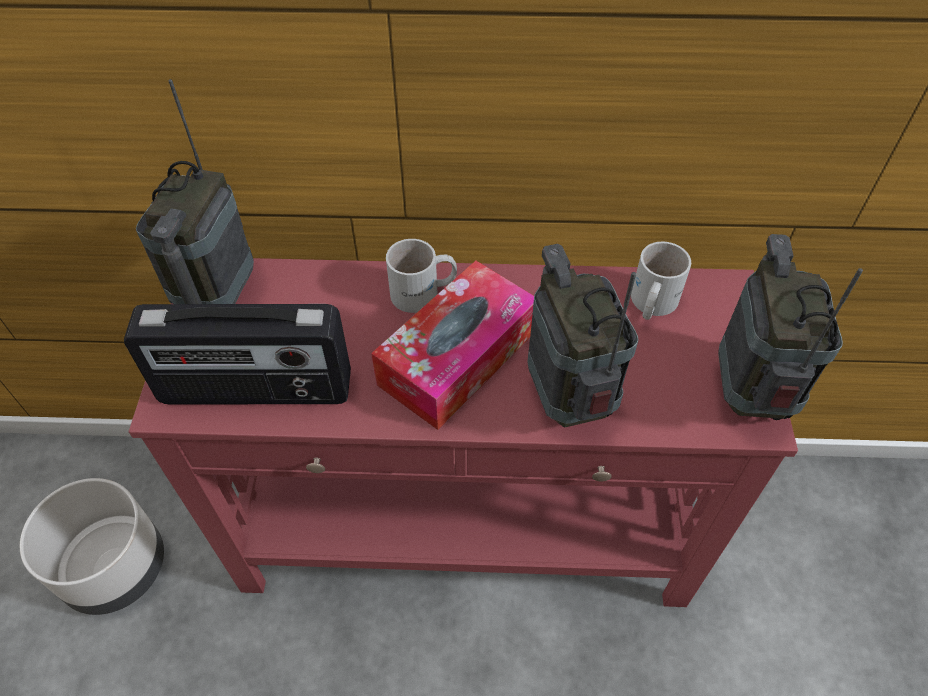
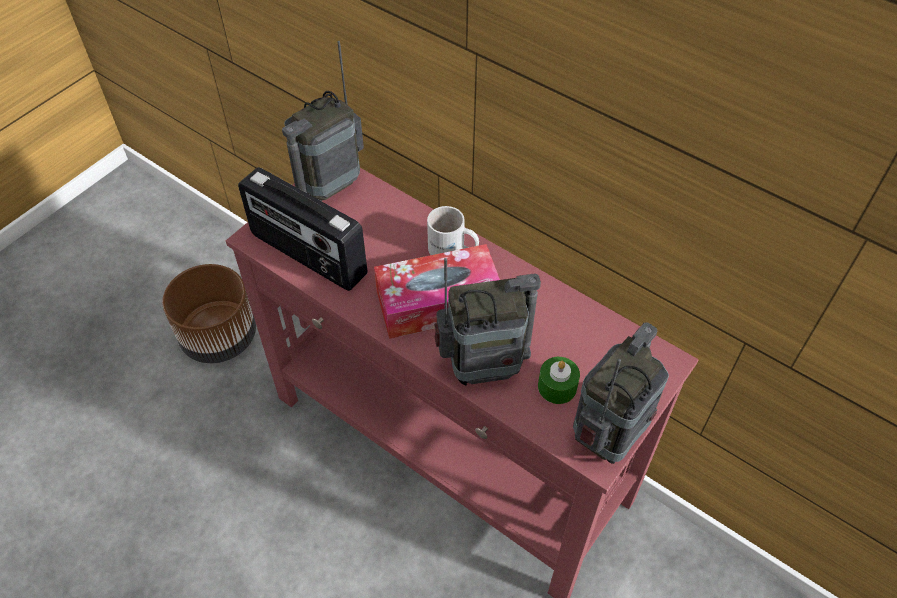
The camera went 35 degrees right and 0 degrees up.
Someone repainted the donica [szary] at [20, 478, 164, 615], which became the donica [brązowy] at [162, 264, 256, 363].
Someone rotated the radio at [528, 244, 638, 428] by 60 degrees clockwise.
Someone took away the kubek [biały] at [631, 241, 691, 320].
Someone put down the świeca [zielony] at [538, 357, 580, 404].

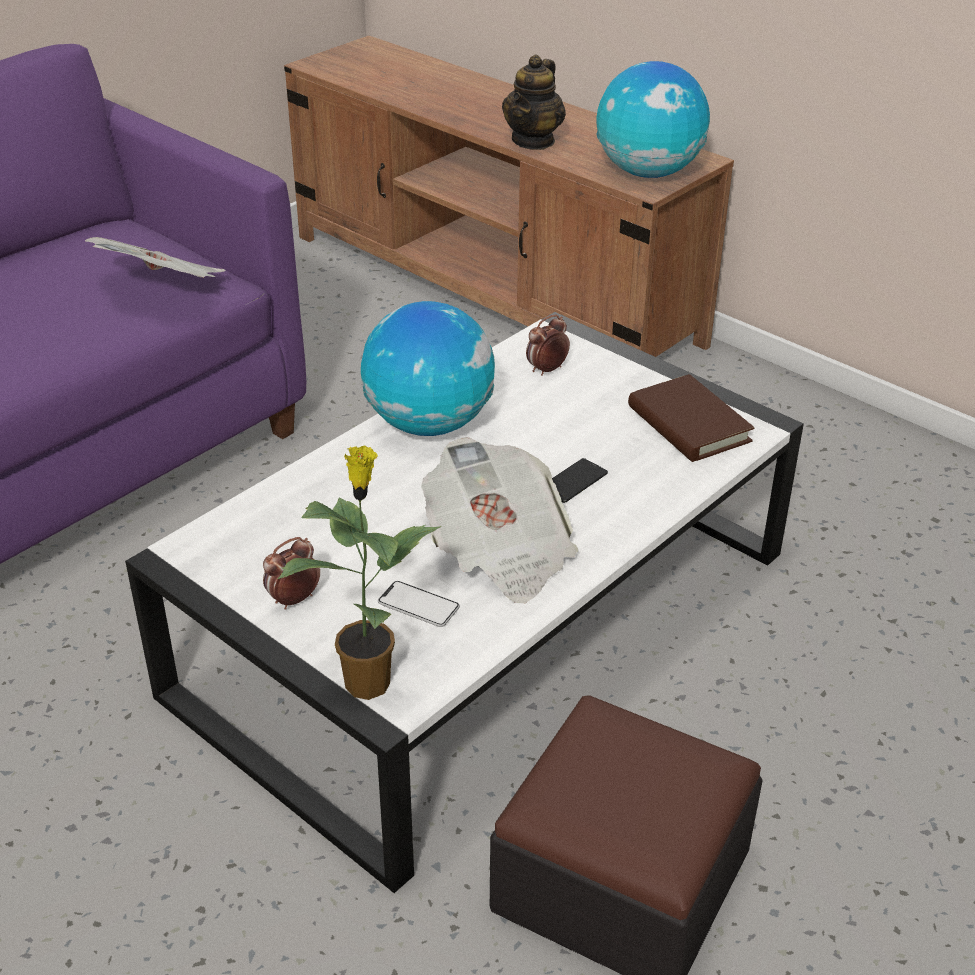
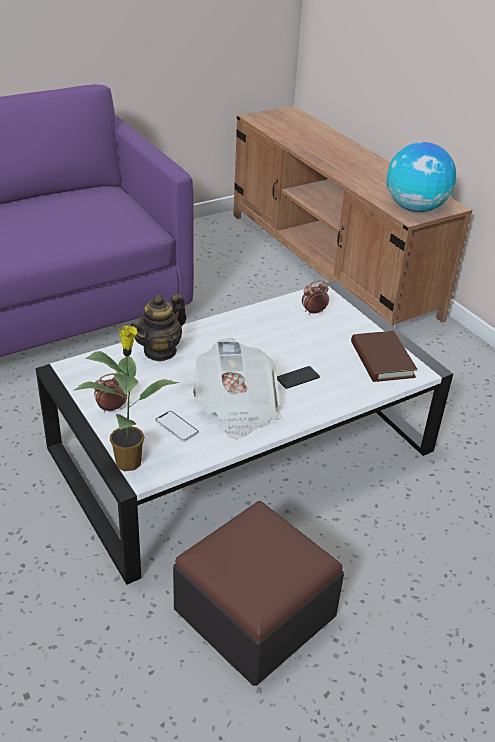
The camera went 15 degrees right and 0 degrees up.
Someone took away the gazeta at [85, 237, 226, 278].
Someone took away the globus at [361, 301, 495, 436].
Someone carried the imbryk from [502, 54, 566, 150] to [131, 294, 186, 362].

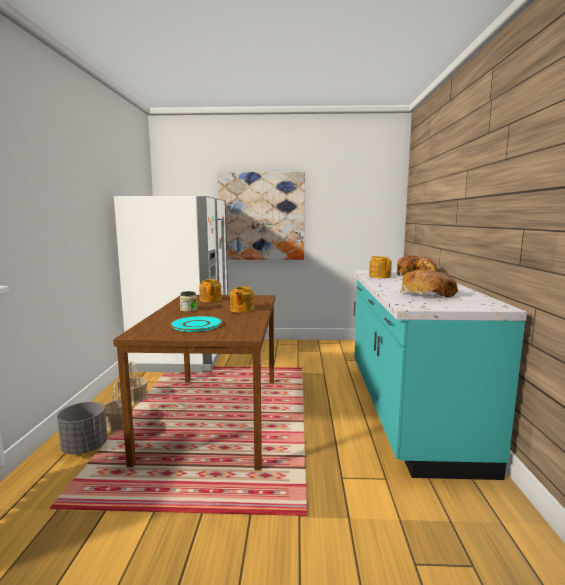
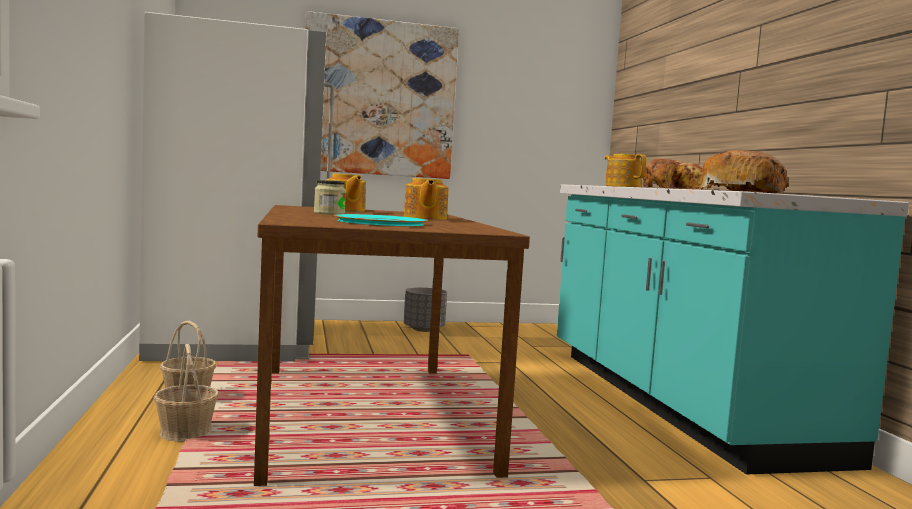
The camera went 15 degrees left and 5 degrees down.
Someone carried the donica [szary] from [57, 402, 108, 455] to [404, 287, 447, 332].

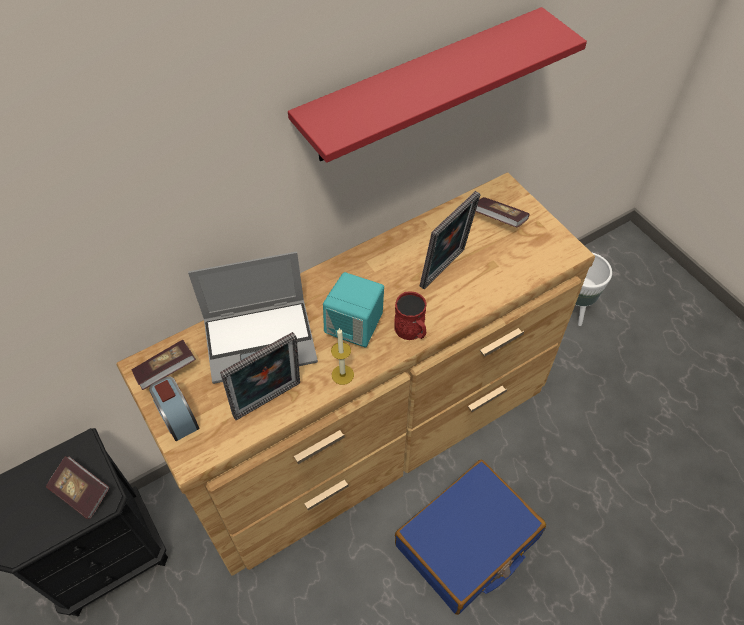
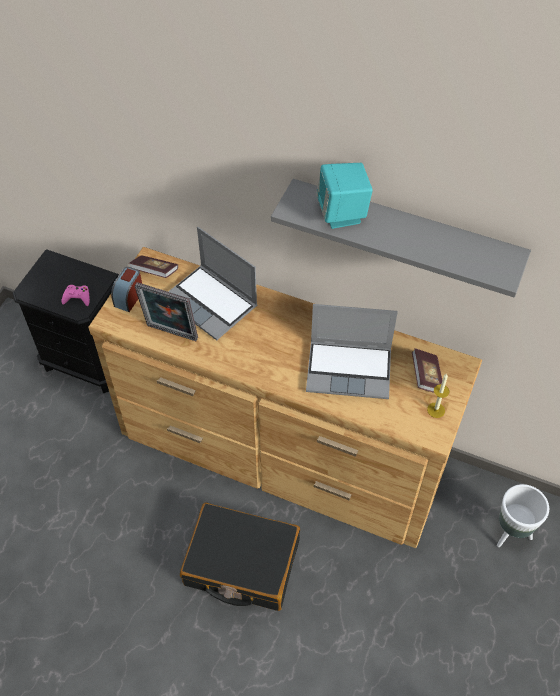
The camera went 55 degrees right and 0 degrees up.
Someone swapped the książka at [46, 456, 110, 519] for the pad do gier [różowy] at [62, 285, 90, 306].
Someone repainted the półka [czerwony] at [288, 7, 587, 163], which became the półka [szary] at [271, 179, 531, 298].
Someone carried the głośnik [turkusowy] from [323, 272, 384, 348] to [316, 163, 373, 229].
Someone carried the świeca from [331, 328, 354, 385] to [427, 373, 449, 418].
Someone took away the kubek [czerwony] at [394, 291, 427, 340].
Someone repainted the walizka [niebieski] at [395, 460, 546, 615], which became the walizka [czarny] at [180, 502, 300, 611].
Someone swapped the ramka na zdjęcie at [420, 191, 481, 289] for the laptop at [306, 304, 398, 399].

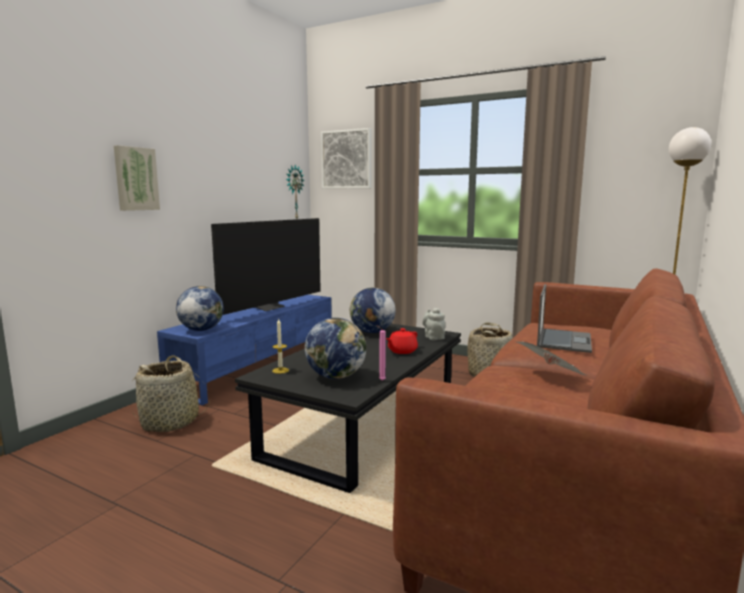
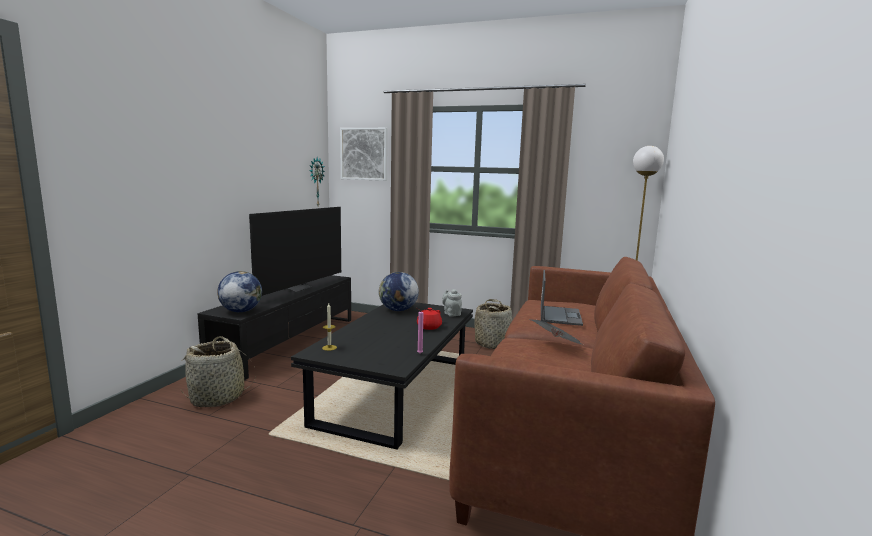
The camera went 10 degrees left and 0 degrees up.
Someone took away the obraz at [114, 145, 160, 211].
Someone repainted the szafka pod telewizor [niebieski] at [157, 295, 332, 405], which became the szafka pod telewizor [czarny] at [197, 275, 351, 380].
Someone took away the globus at [305, 318, 366, 379].

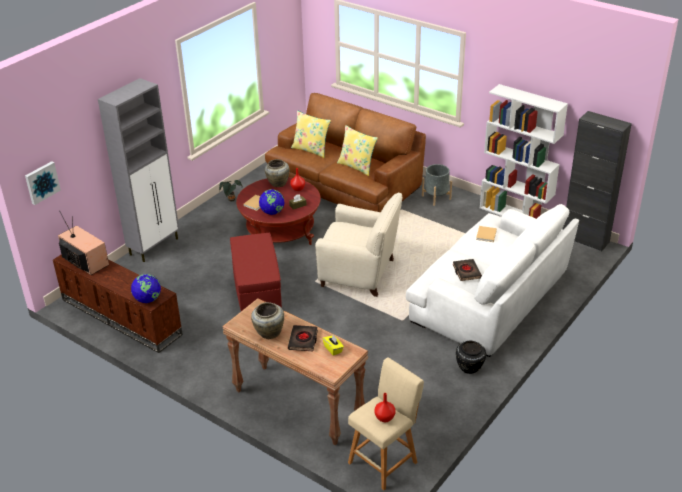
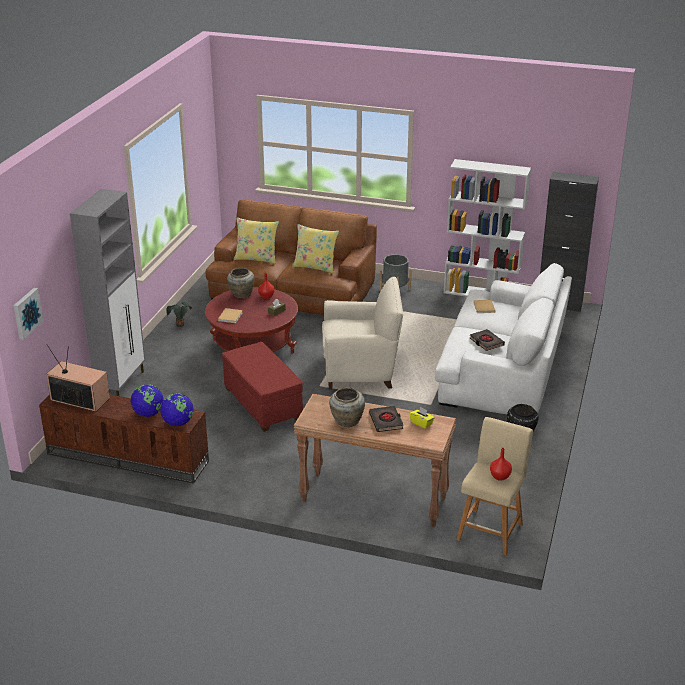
The camera went 20 degrees left and 5 degrees down.
Someone carried the globus from [259, 189, 284, 215] to [131, 384, 164, 417].

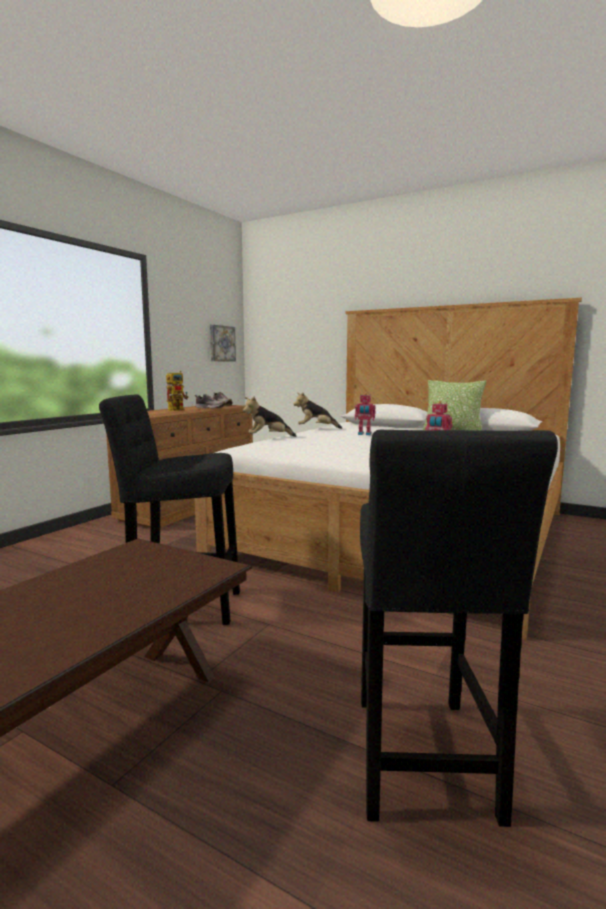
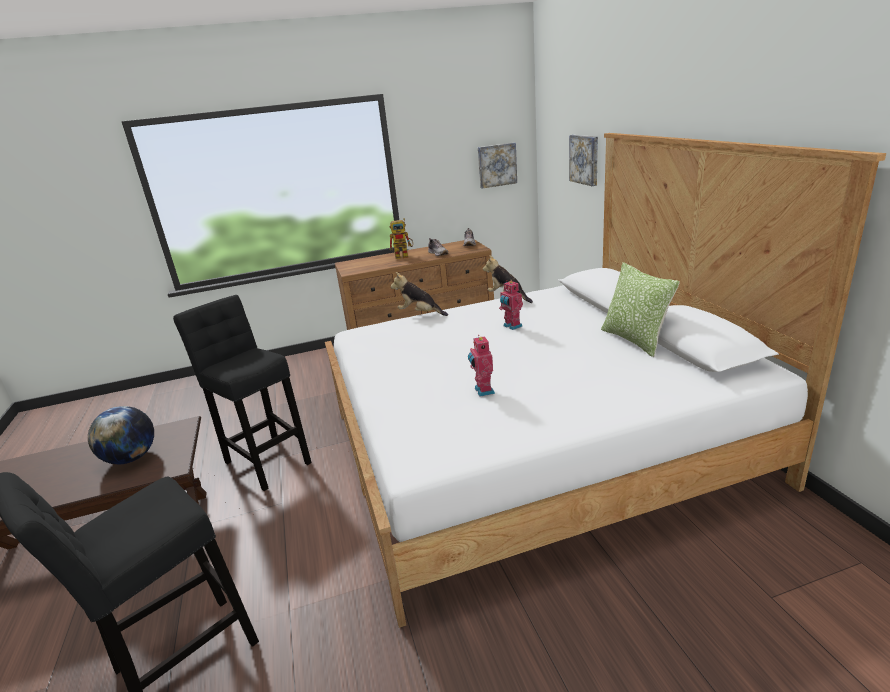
The camera went 45 degrees right and 15 degrees up.
Someone put down the globus at [88, 406, 154, 464].
Someone put up the obraz at [569, 135, 598, 186].

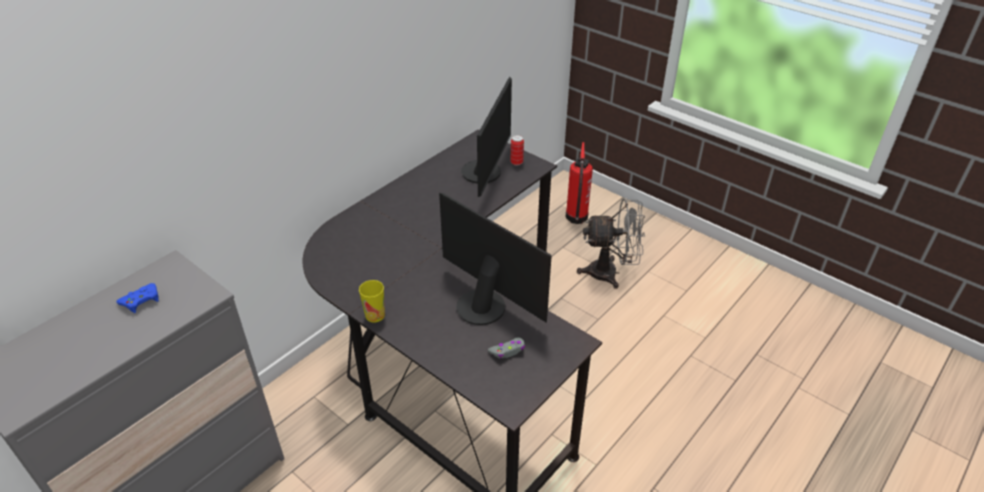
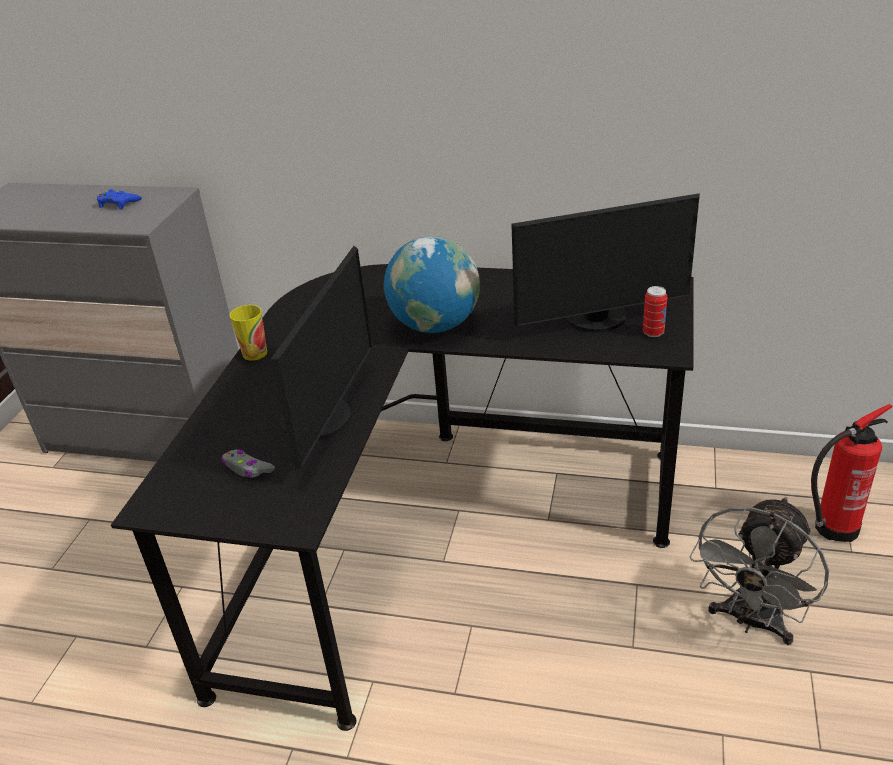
The camera went 65 degrees right and 5 degrees down.
Someone rotated the wentylator [szary] at [577, 198, 645, 289] by 60 degrees clockwise.
Someone put down the globus at [384, 236, 480, 333].

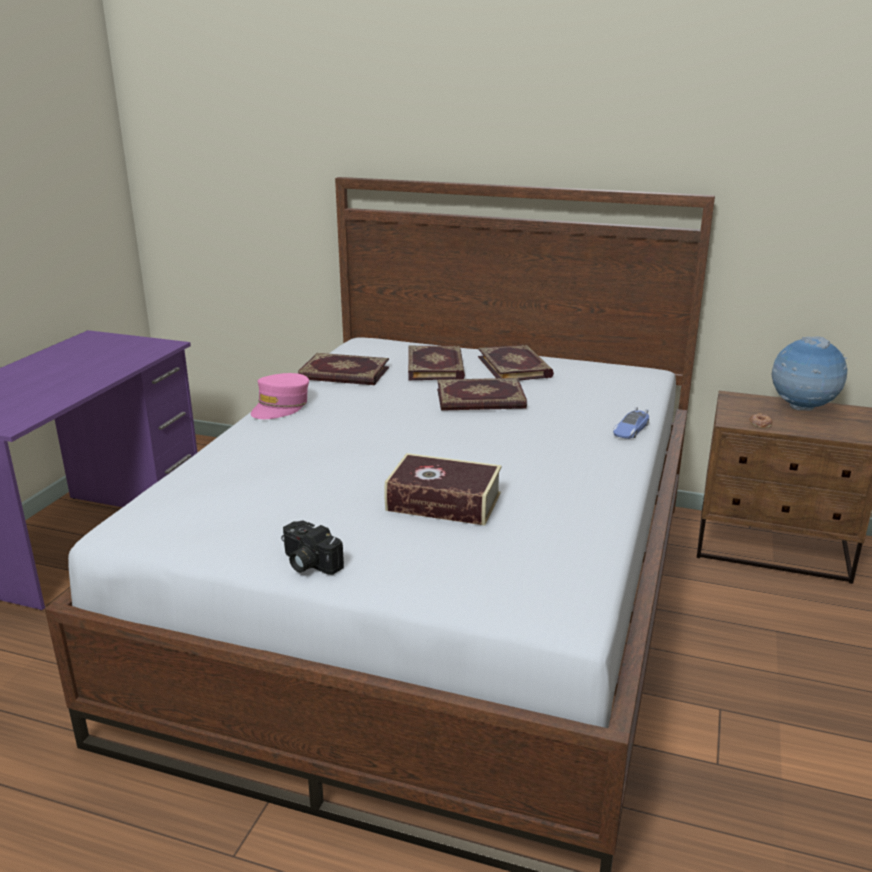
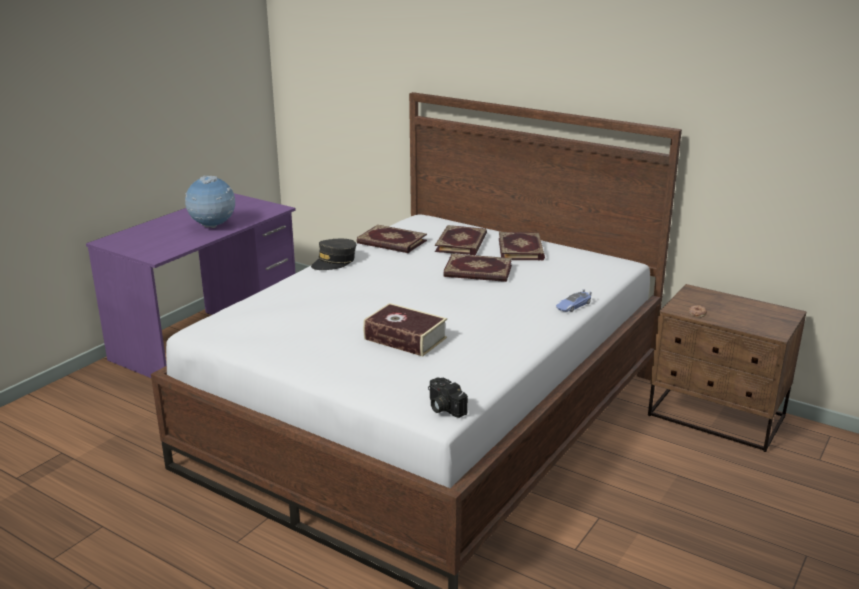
The camera went 15 degrees right and 0 degrees up.
Someone repainted the czapka z daszkiem [różowy] at [251, 373, 309, 419], which became the czapka z daszkiem [szary] at [311, 239, 357, 270].
Someone carried the aparat fotograficzny from [281, 521, 344, 575] to [428, 378, 468, 418].
Someone carried the globus from [772, 337, 847, 411] to [185, 175, 235, 228].

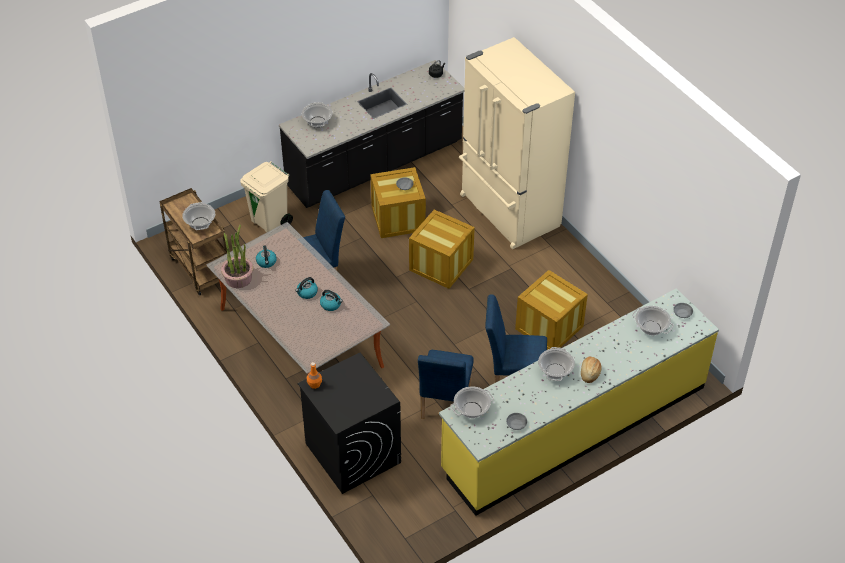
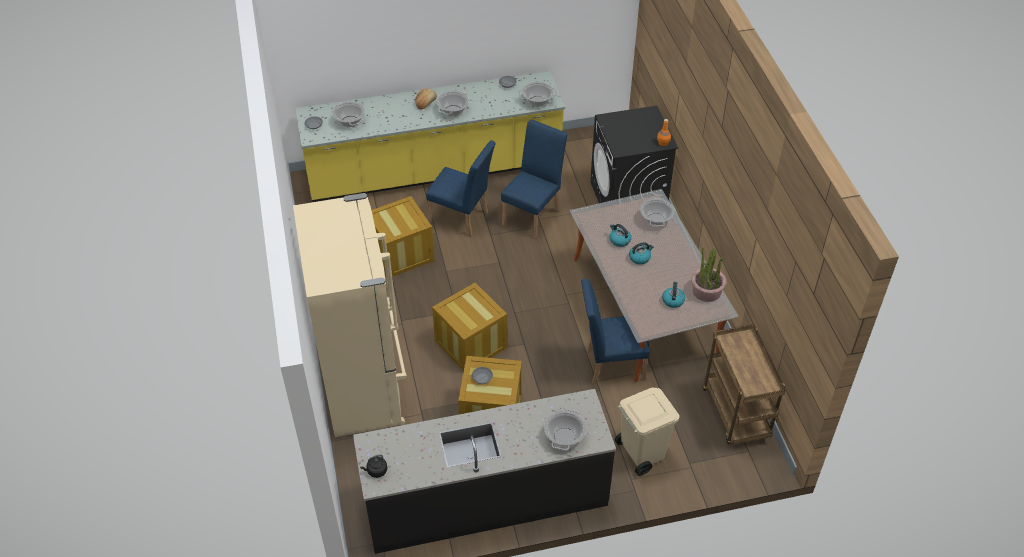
The camera went 160 degrees left and 0 degrees up.
Someone carried the garnek from [182, 202, 215, 230] to [640, 198, 675, 226].

